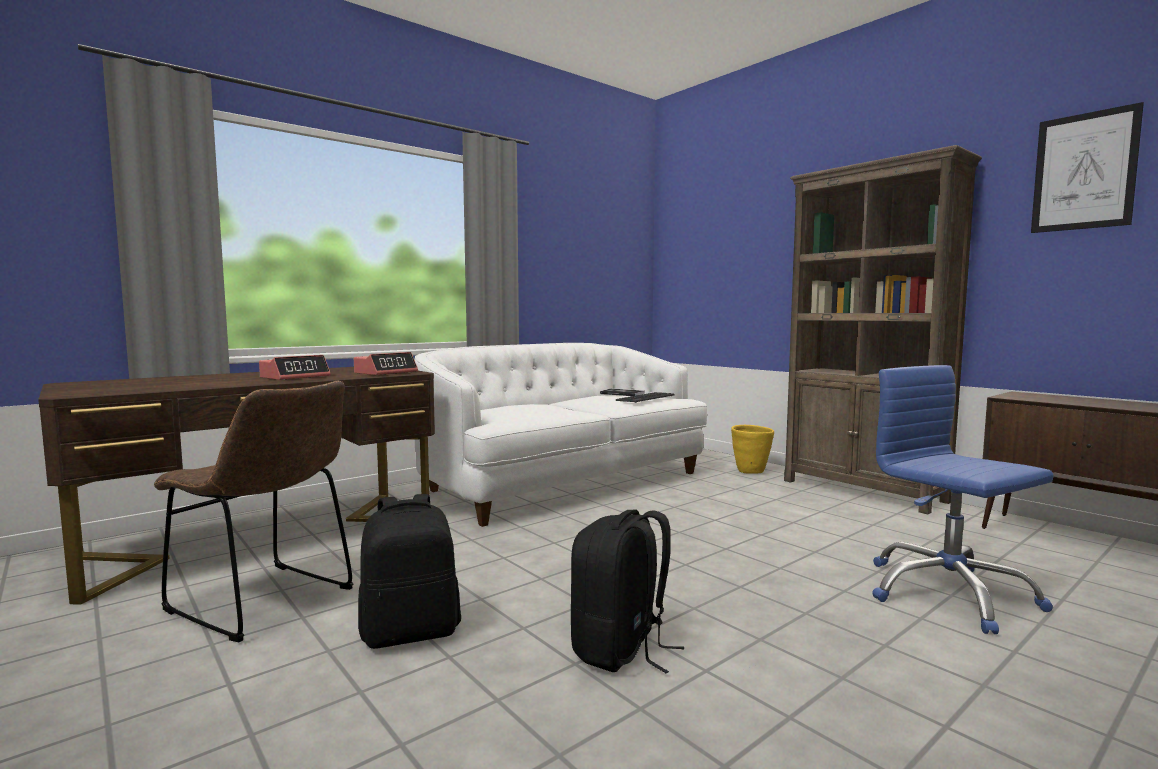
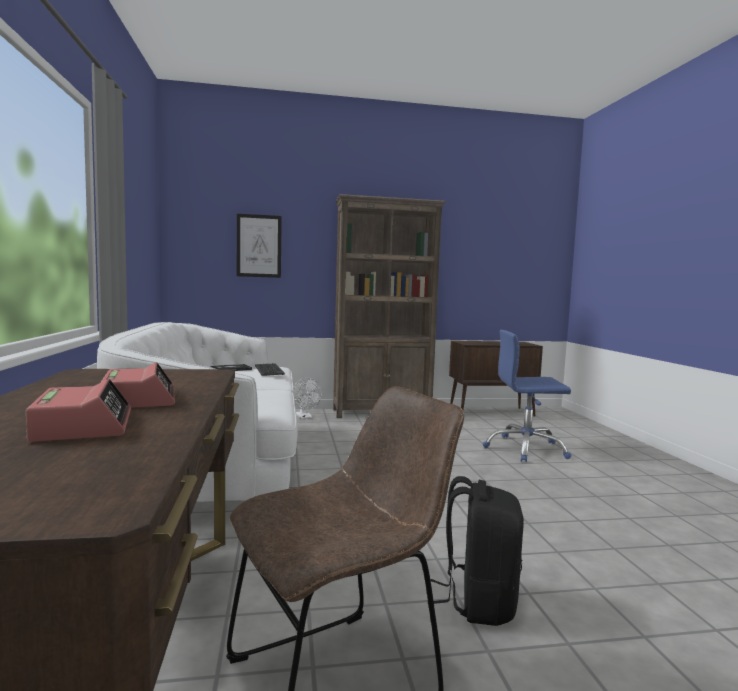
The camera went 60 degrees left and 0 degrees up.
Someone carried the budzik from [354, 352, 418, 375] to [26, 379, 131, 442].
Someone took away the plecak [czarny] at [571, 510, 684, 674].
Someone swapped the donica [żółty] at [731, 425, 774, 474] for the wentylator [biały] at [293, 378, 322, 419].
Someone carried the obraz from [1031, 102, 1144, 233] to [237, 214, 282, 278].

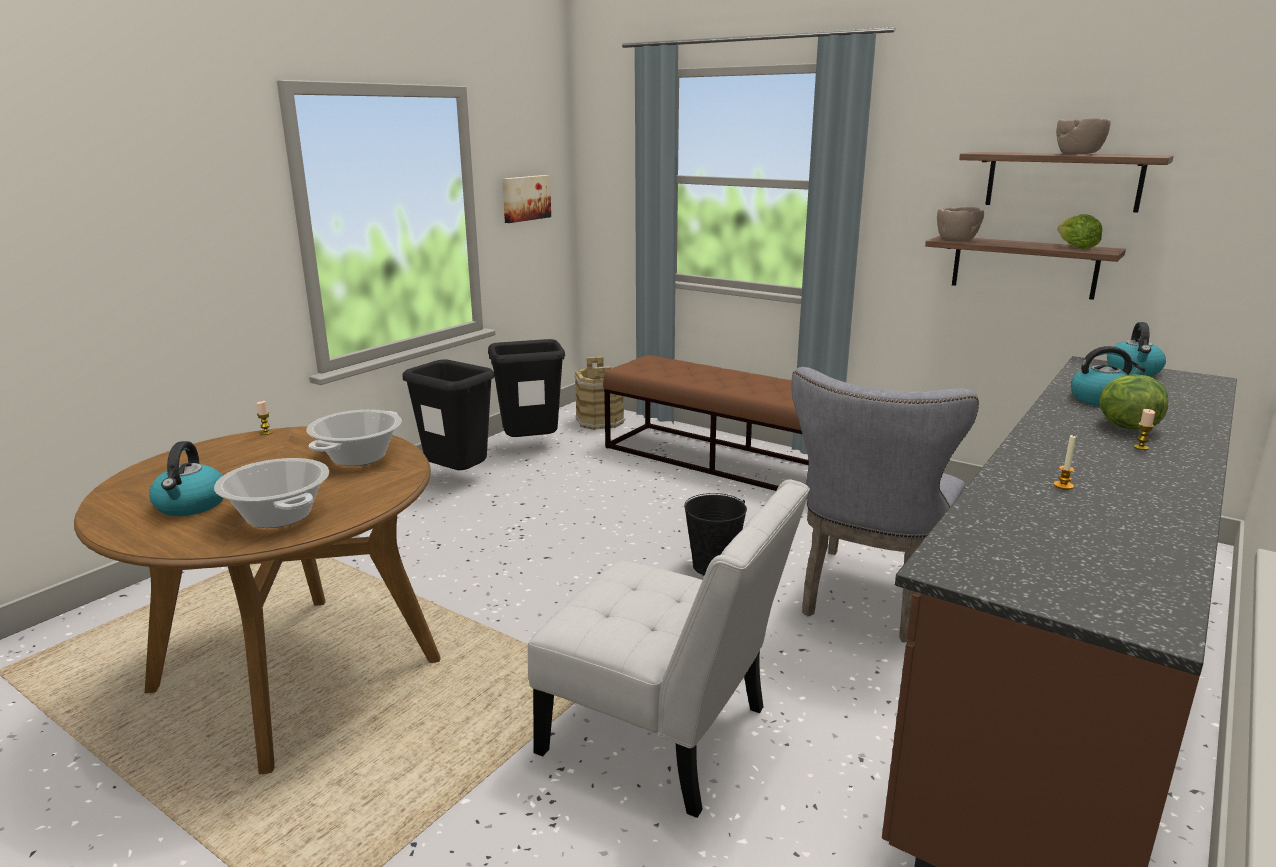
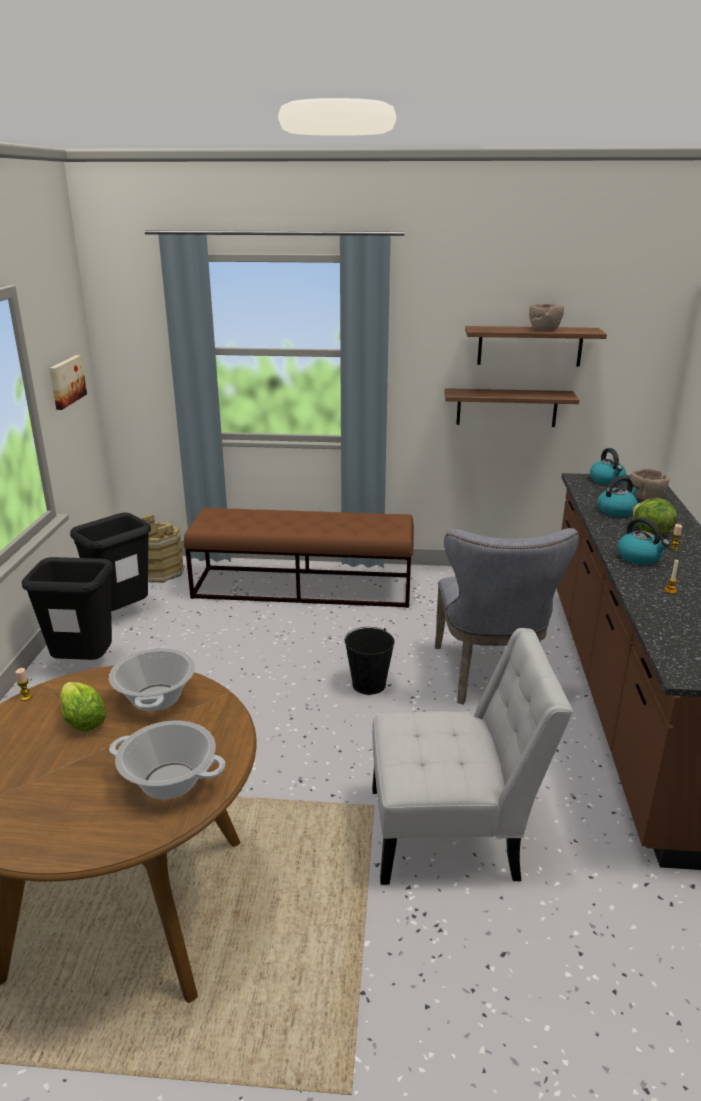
The camera went 30 degrees left and 5 degrees up.
Someone carried the czajnik from [149, 441, 223, 516] to [618, 518, 670, 565].
Someone carried the miska [brązowy] from [937, 206, 984, 241] to [630, 468, 669, 500].
Someone carried the sałata from [1057, 214, 1103, 249] to [60, 682, 106, 731].

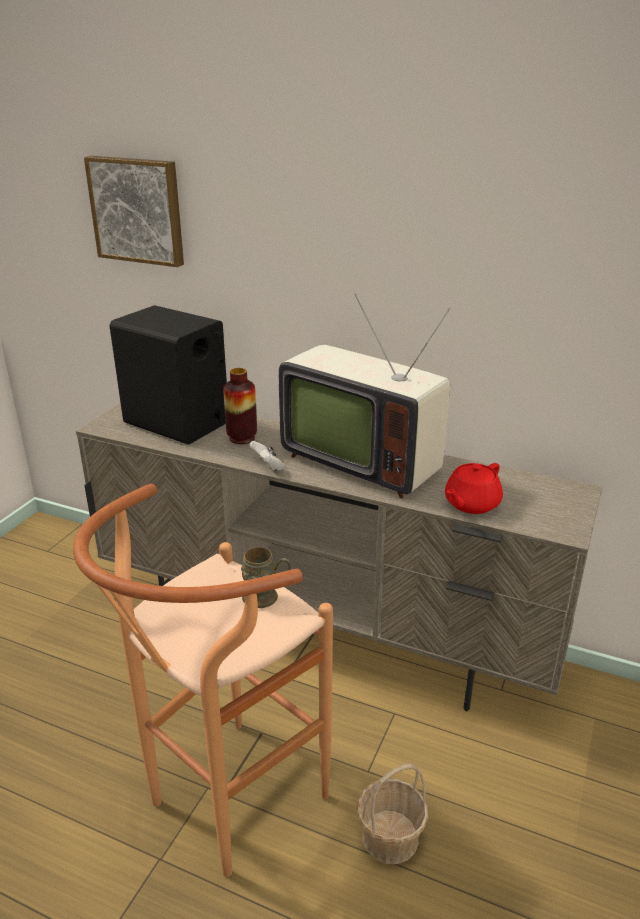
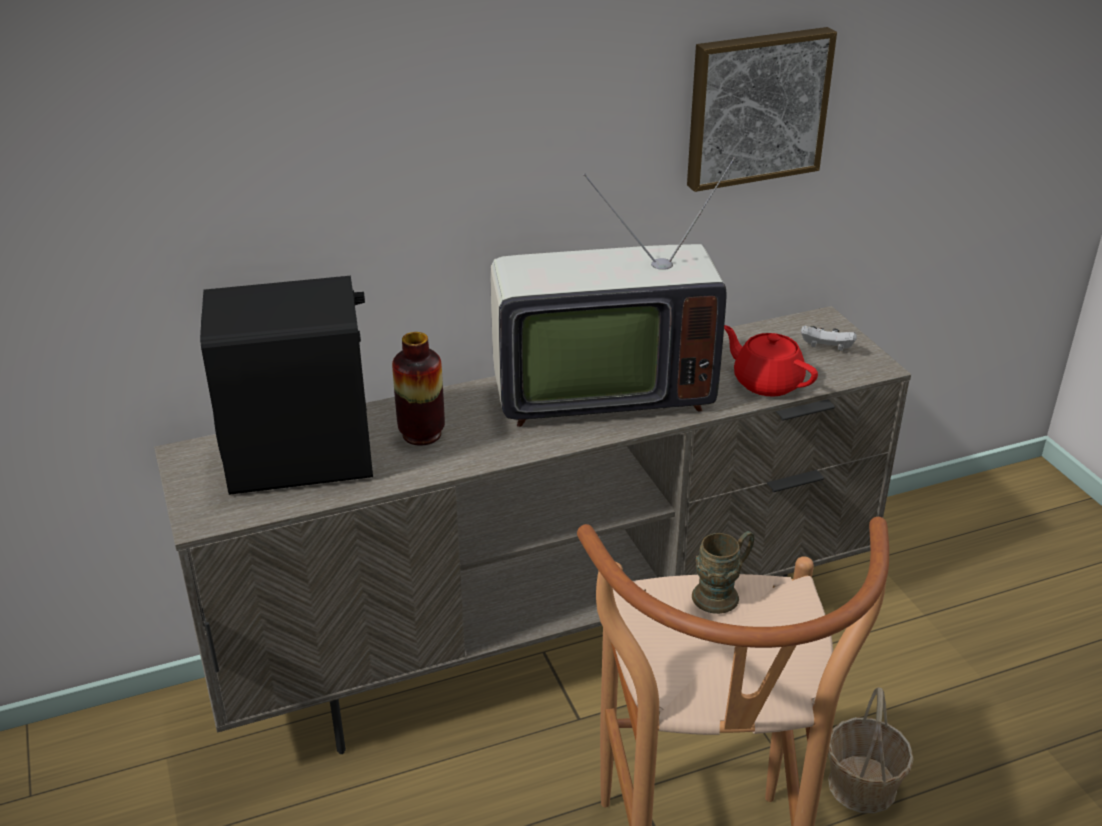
The camera went 45 degrees left and 5 degrees up.
Someone carried the obraz from [84, 156, 184, 267] to [687, 27, 837, 192].
Someone carried the pad do gier [biały] from [249, 441, 285, 471] to [801, 326, 857, 351].
Someone rotated the imbryk [czerwony] at [445, 463, 503, 514] by 135 degrees clockwise.

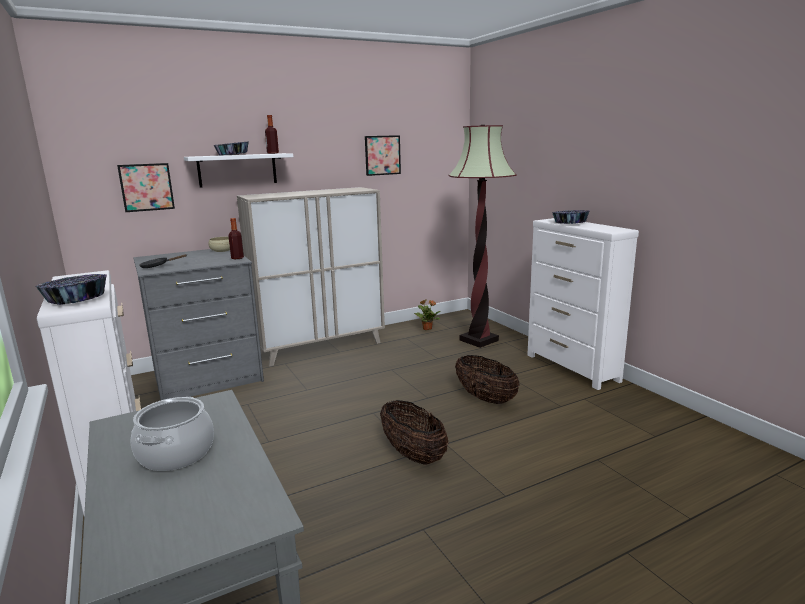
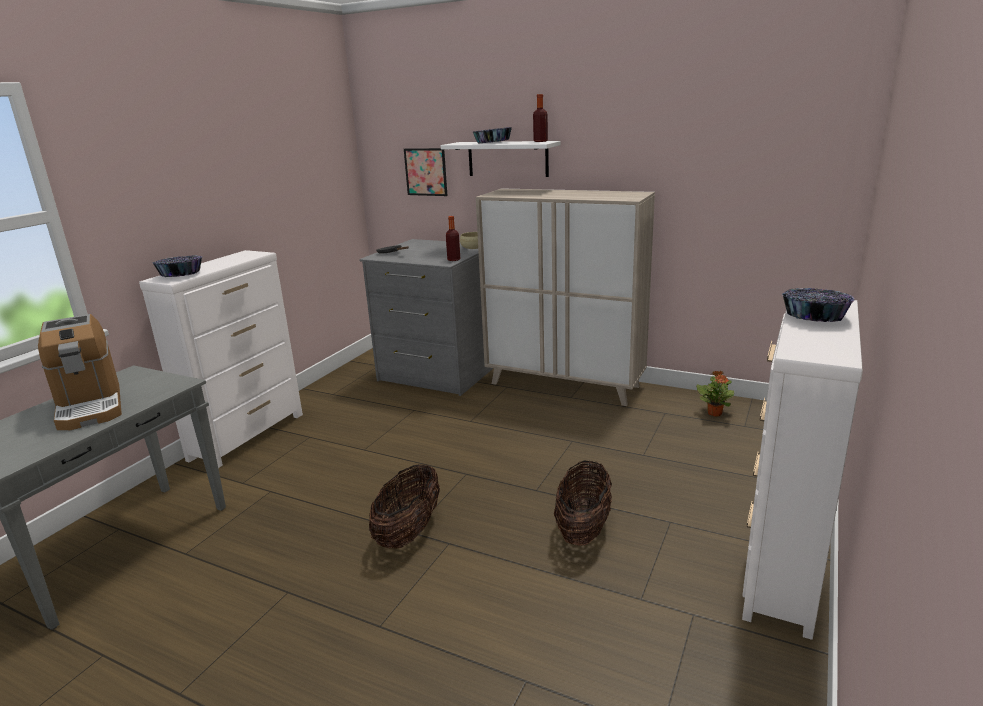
The camera went 55 degrees right and 5 degrees up.
Someone swapped the garnek at [130, 397, 214, 471] for the ekspres do kawy at [38, 314, 122, 430].
Someone took away the obraz at [365, 135, 401, 176].
Someone took away the lampa stojąca at [449, 125, 517, 348].

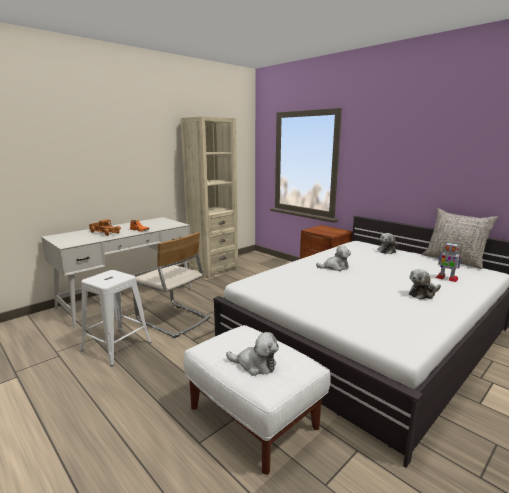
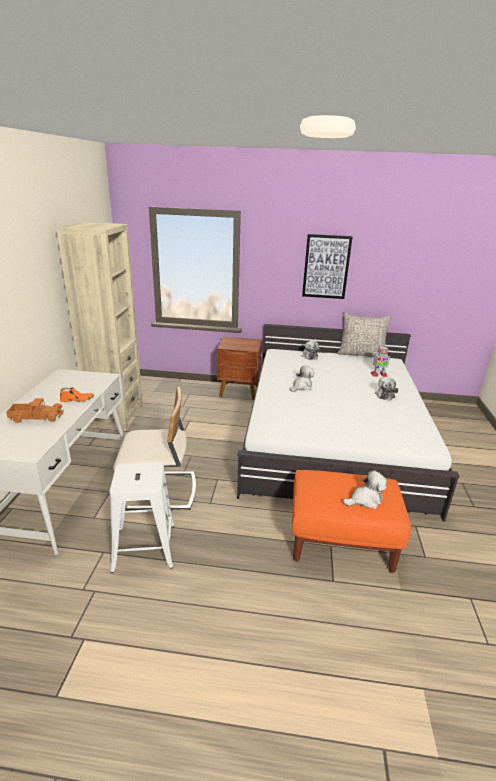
The camera went 40 degrees left and 10 degrees up.
Someone repainted the pufa [biały] at [183, 325, 331, 475], which became the pufa [pomarańczowy] at [292, 470, 411, 573].
Someone put up the obraz at [302, 234, 353, 299].

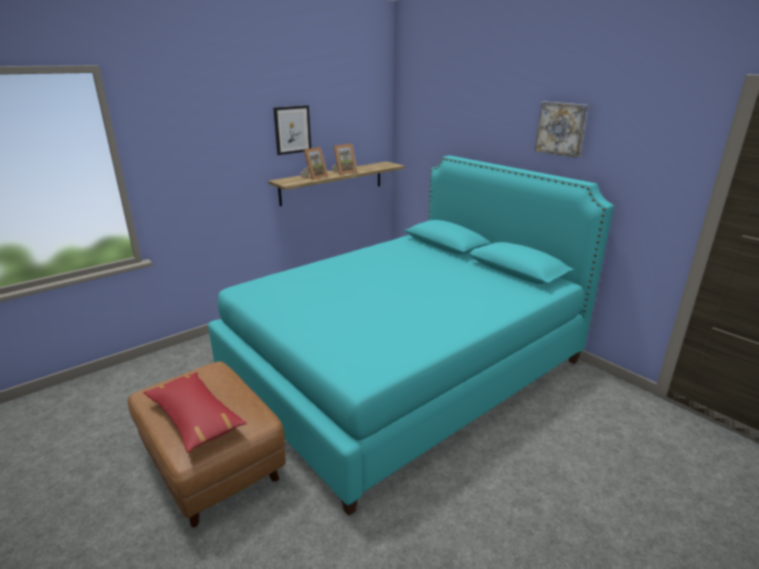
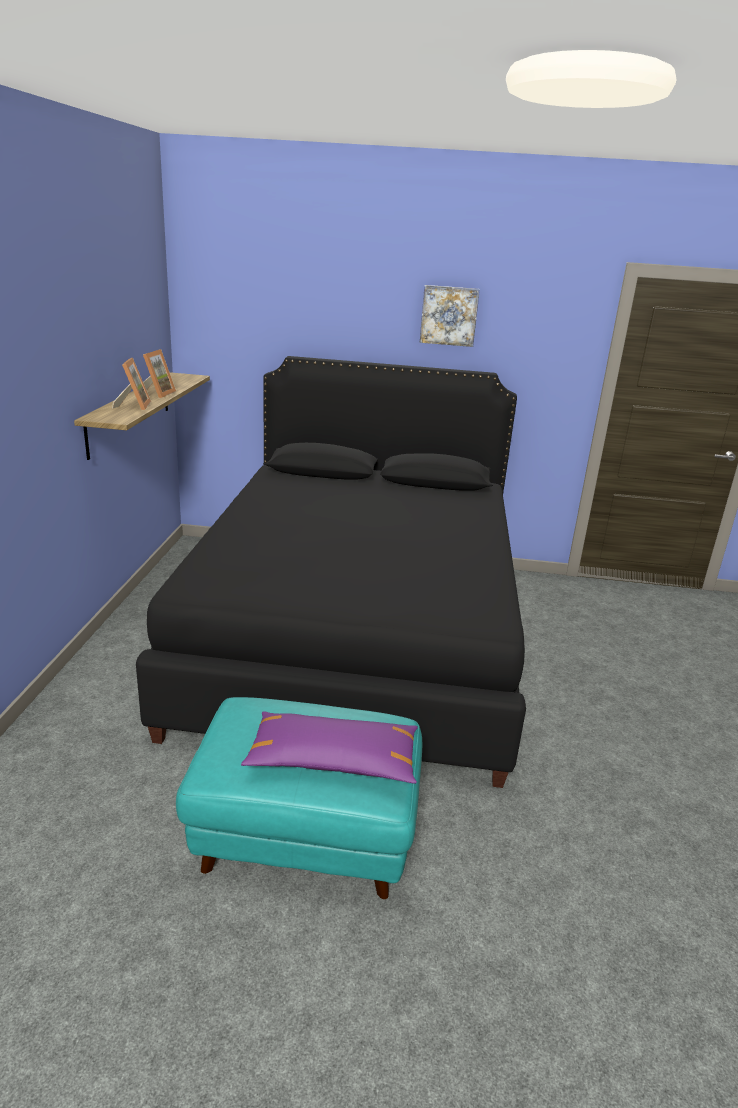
The camera went 45 degrees left and 0 degrees up.
Someone repainted the pufa [brązowy] at [127, 361, 285, 528], which became the pufa [turkusowy] at [176, 697, 422, 899].
Someone repainted the poduszka [czerwony] at [143, 372, 247, 453], which became the poduszka [fioletowy] at [241, 711, 418, 784].
Someone repainted the łóżko [turkusowy] at [208, 156, 614, 516], which became the łóżko [czarny] at [136, 356, 526, 788].
Someone took away the obraz at [273, 105, 311, 155].

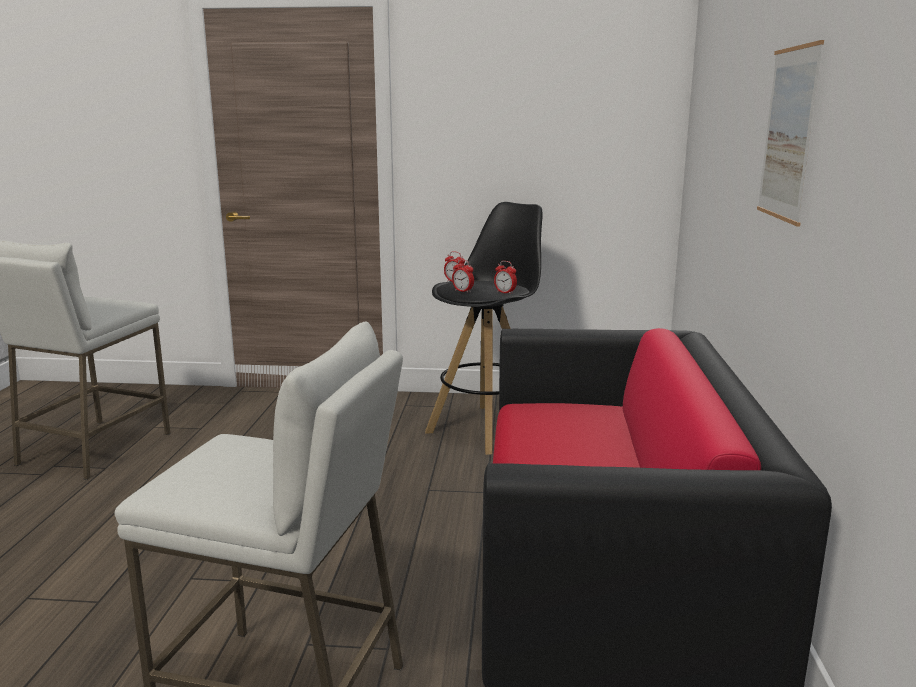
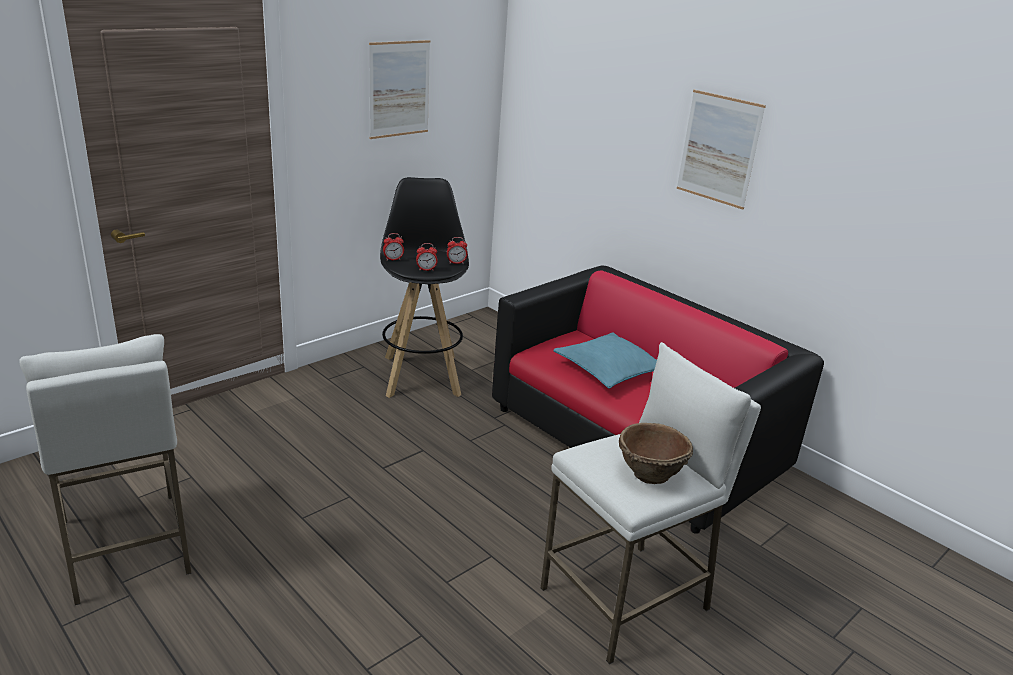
The camera went 50 degrees left and 10 degrees up.
Someone put up the obraz at [369, 40, 431, 139].
Someone put down the poduszka [turkusowy] at [553, 332, 657, 389].
Someone put down the miska [brązowy] at [619, 423, 693, 484].

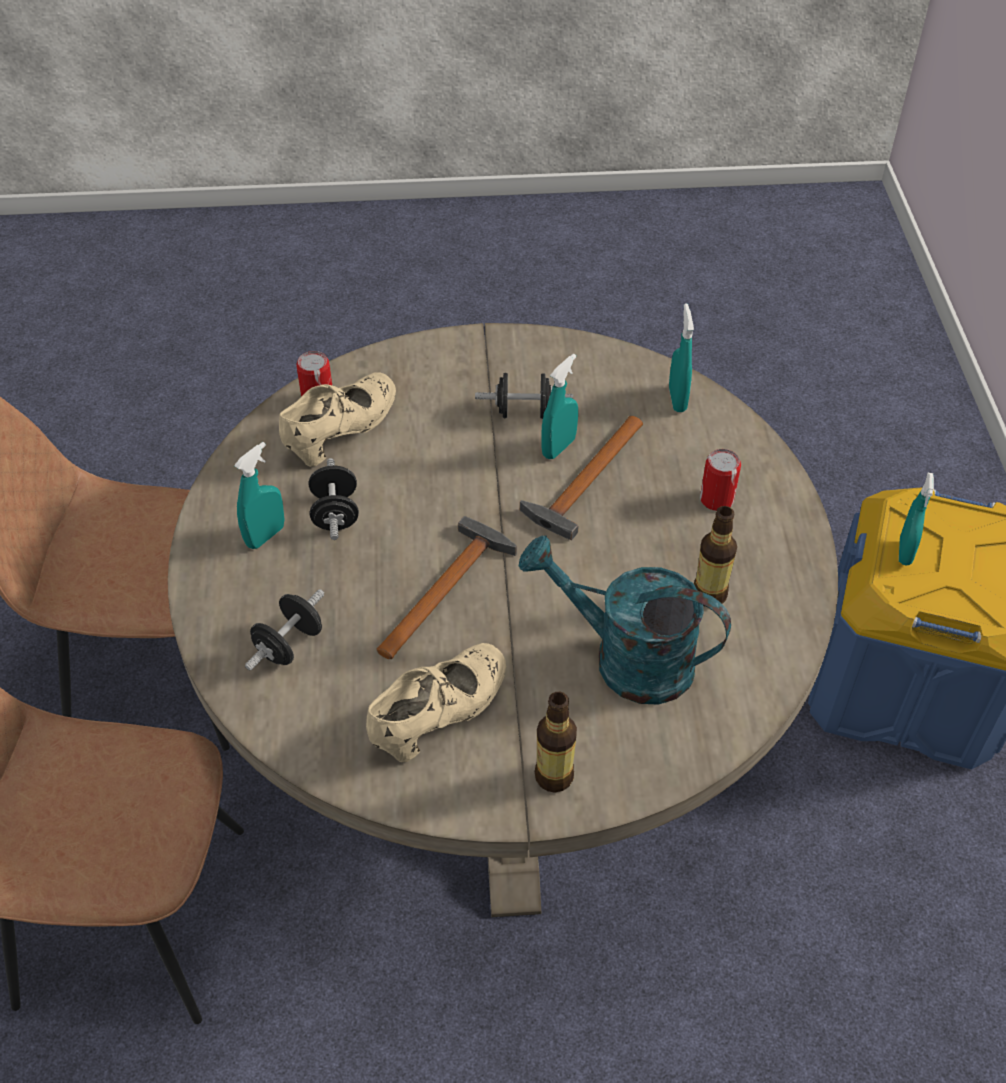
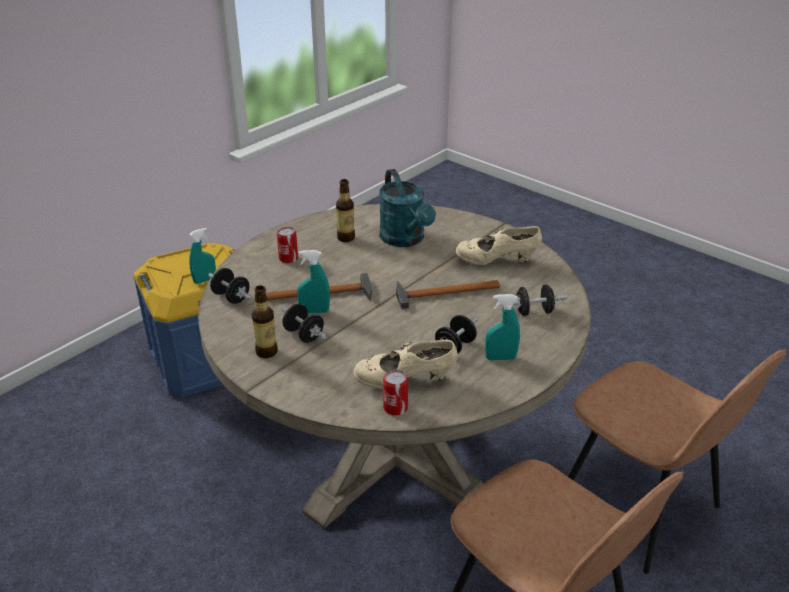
The camera went 135 degrees left and 15 degrees down.
Someone carried the butelka from [535, 692, 577, 793] to [251, 285, 278, 358].
Someone swapped the spryskiwacz [turkusowy] at [669, 303, 694, 412] for the hantel [czarny] at [208, 268, 251, 304].

